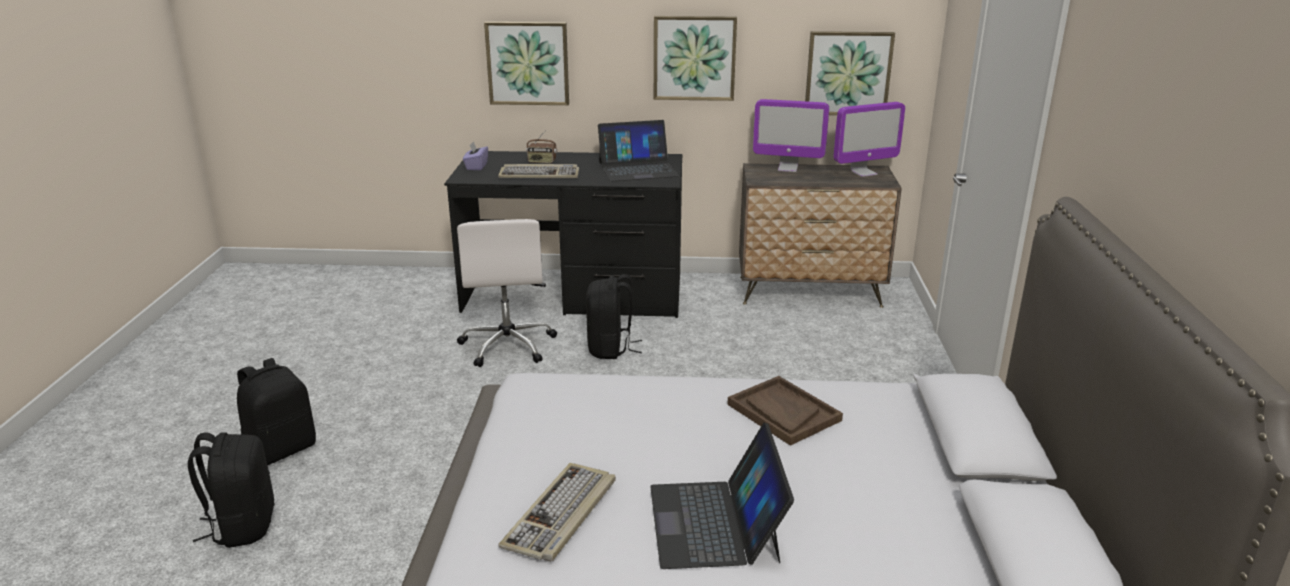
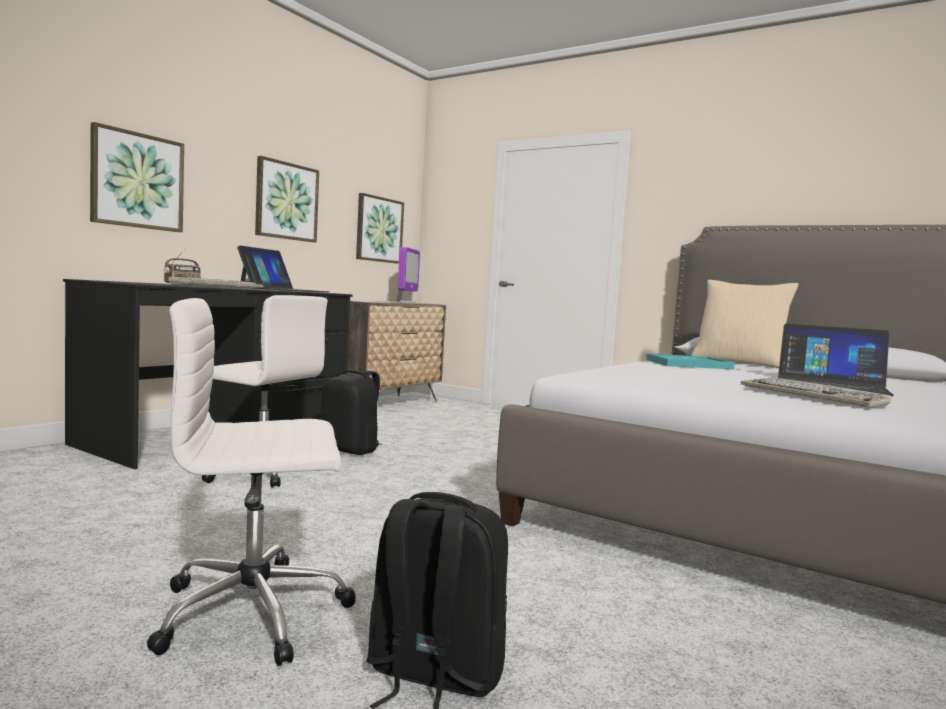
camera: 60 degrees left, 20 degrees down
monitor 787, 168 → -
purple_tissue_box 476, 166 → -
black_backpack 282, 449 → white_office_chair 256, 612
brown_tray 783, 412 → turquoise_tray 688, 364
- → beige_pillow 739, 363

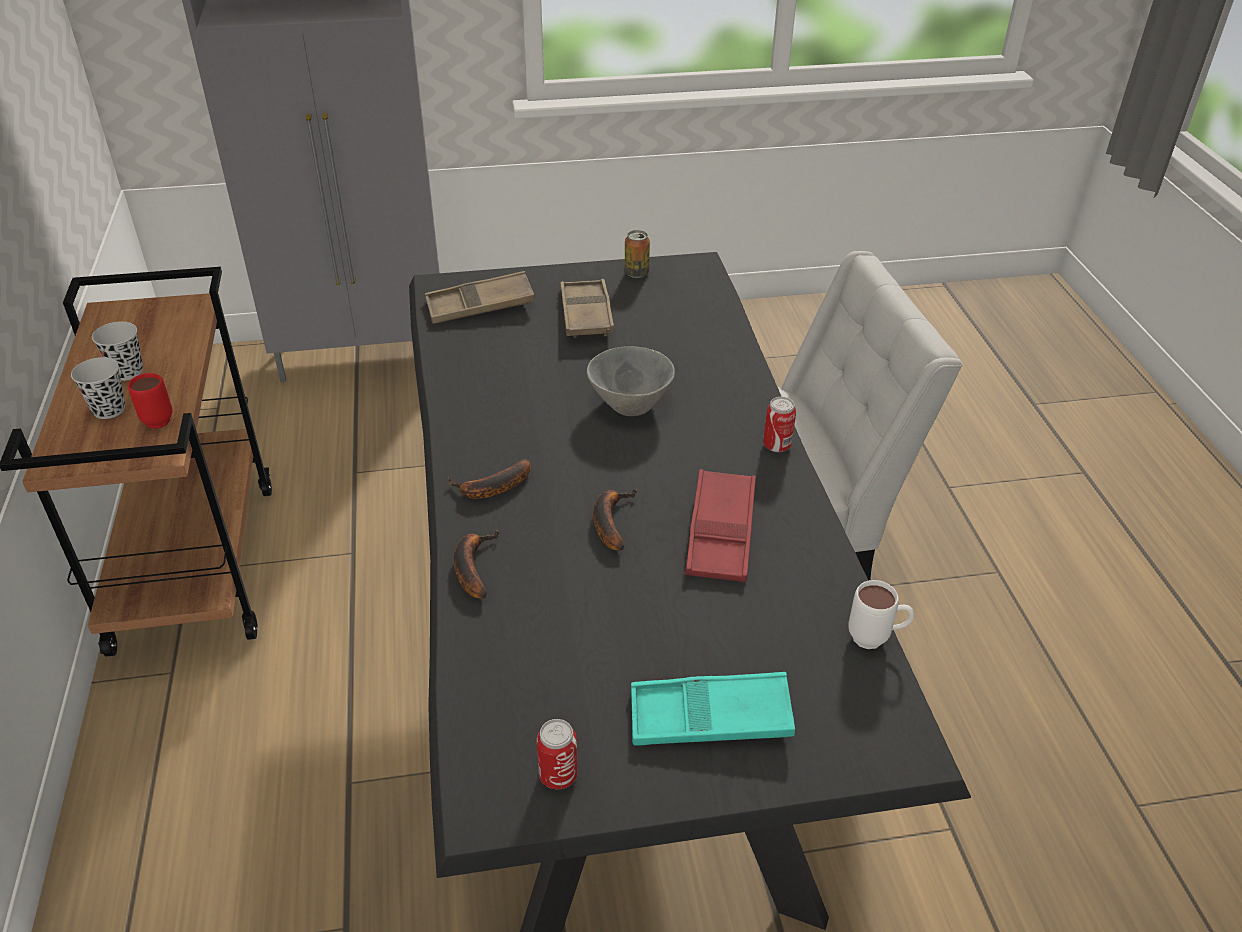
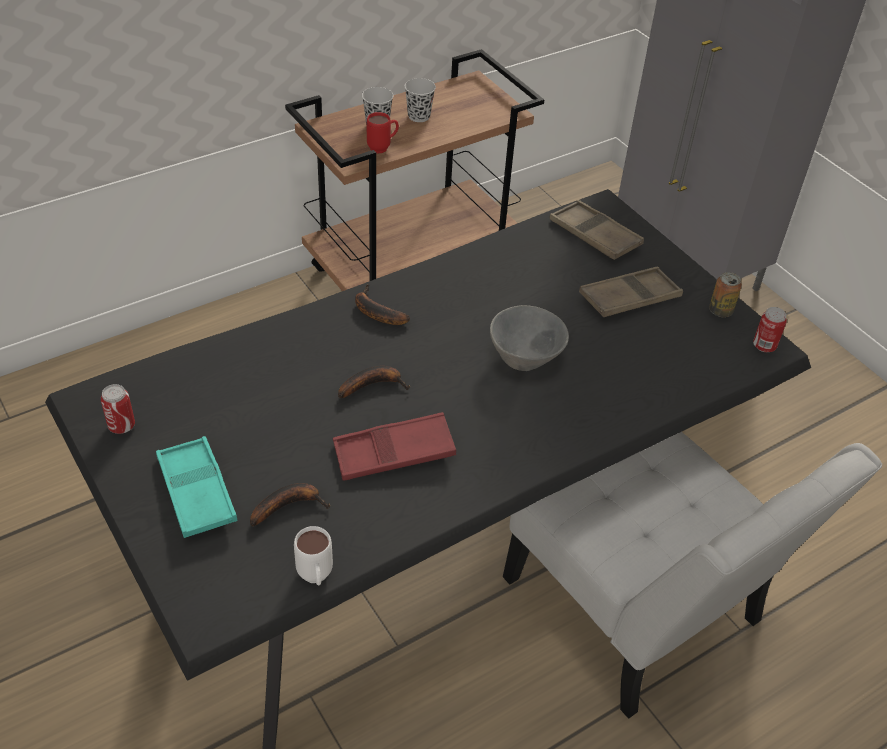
camera: 65 degrees right, 5 degrees up
can 776, 445 → can 764, 346, moved
banana 472, 566 → banana 289, 505, moved

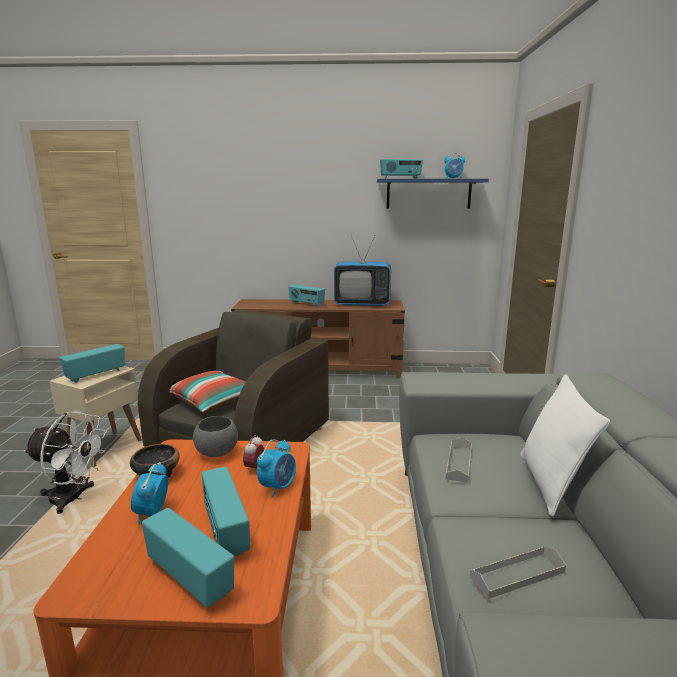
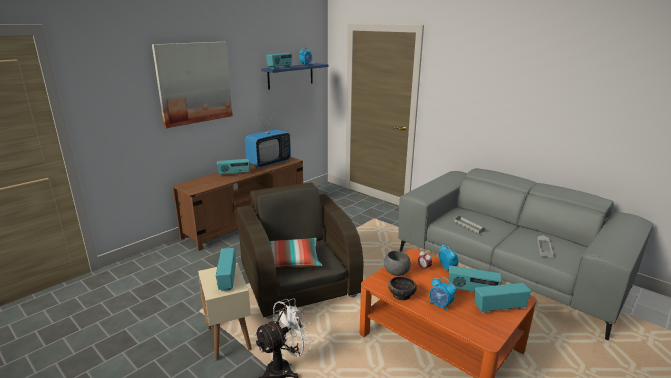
camera: 50 degrees left, 5 degrees up
white_pillow 550, 484 → -
- → picture 194, 83

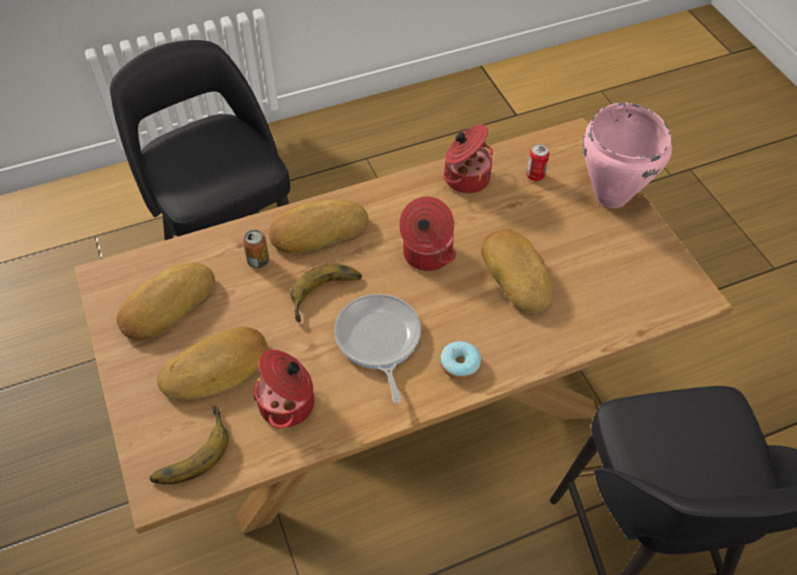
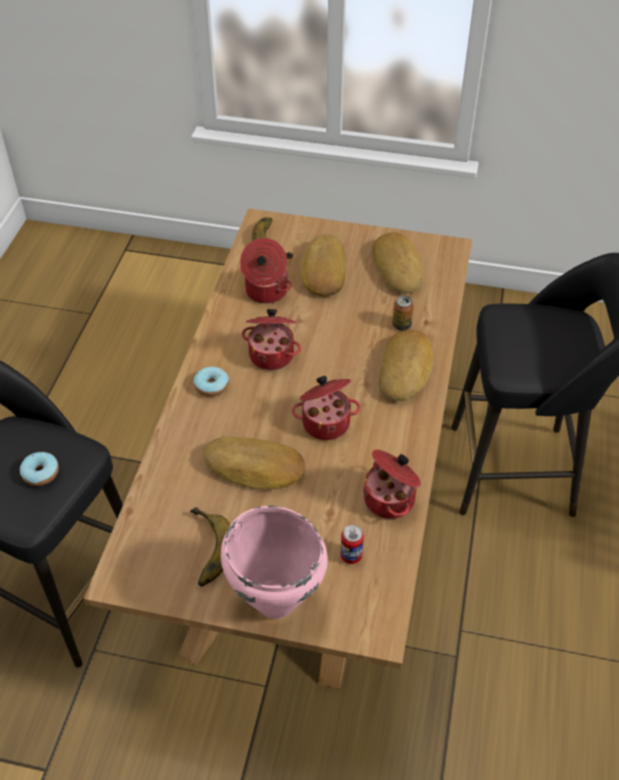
camera: 125 degrees right, 5 degrees down
banana 327, 296 → banana 203, 550, moved
frying_pan 378, 340 → cooking_pot 272, 354
- → donut 41, 473

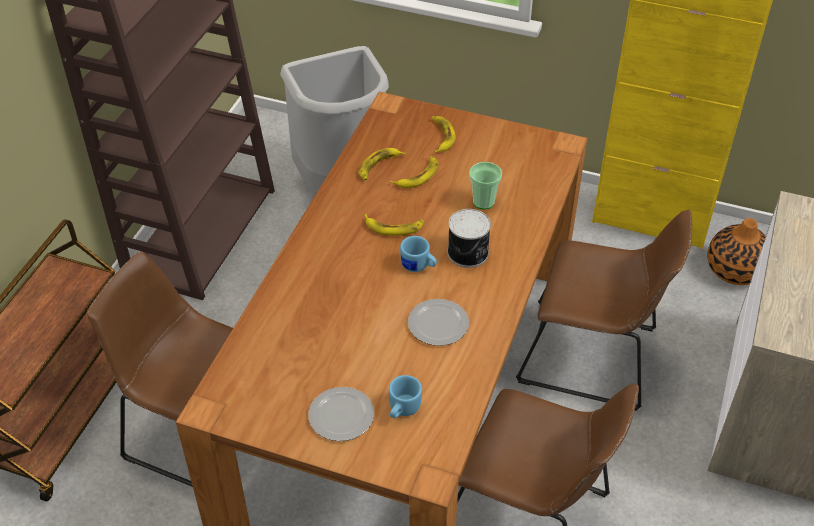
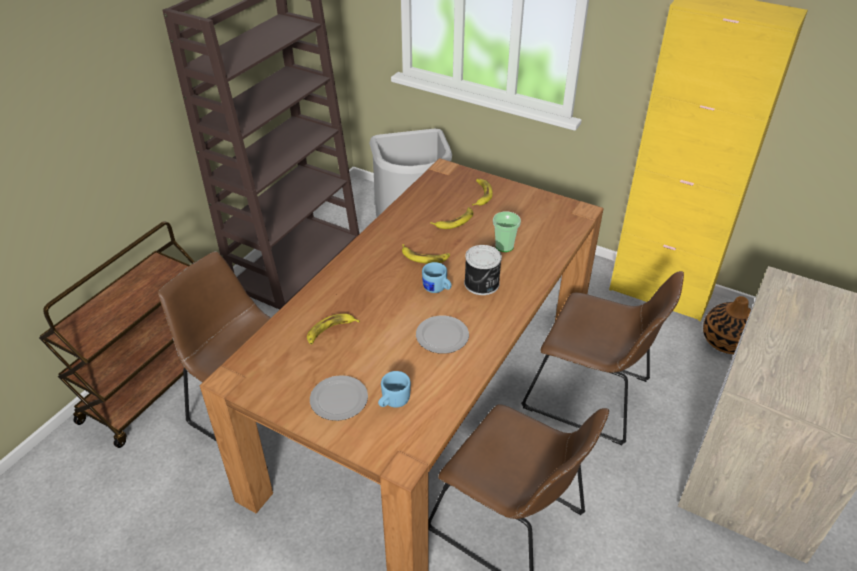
camera: 10 degrees right, 5 degrees down
banana 379, 166 → banana 330, 331, moved

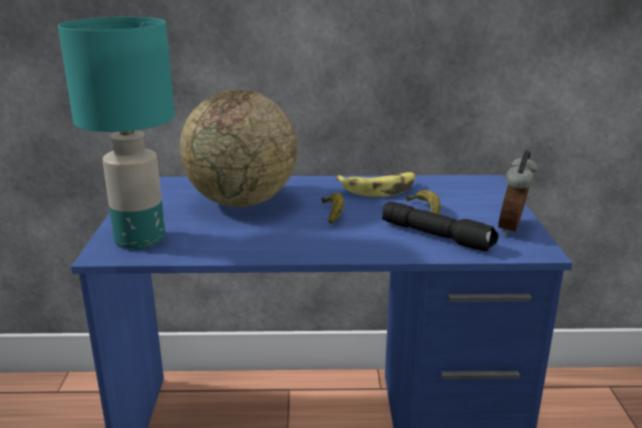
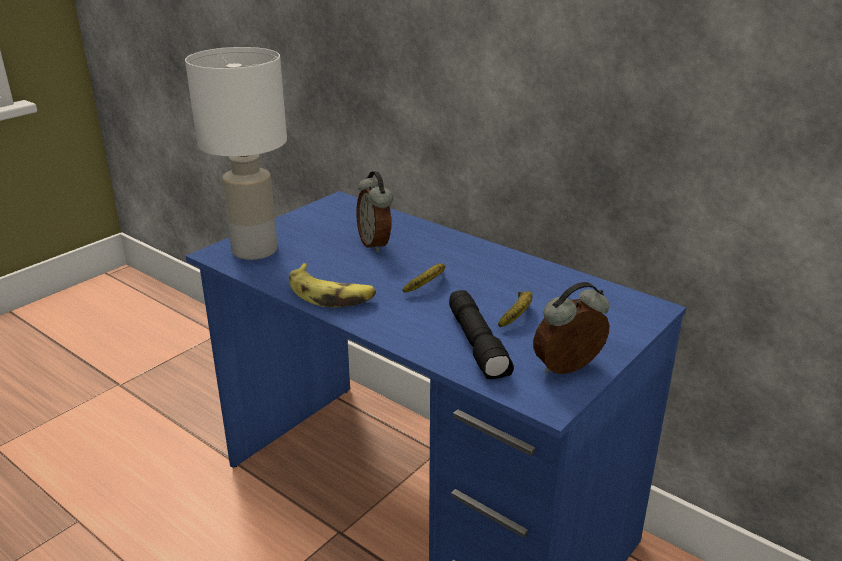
camera: 40 degrees right, 5 degrees up
turquoise_table_lamp 138, 239 → white_table_lamp 253, 250
globe 242, 202 → alarm_clock 376, 244
banana 379, 189 → banana 331, 294, moved

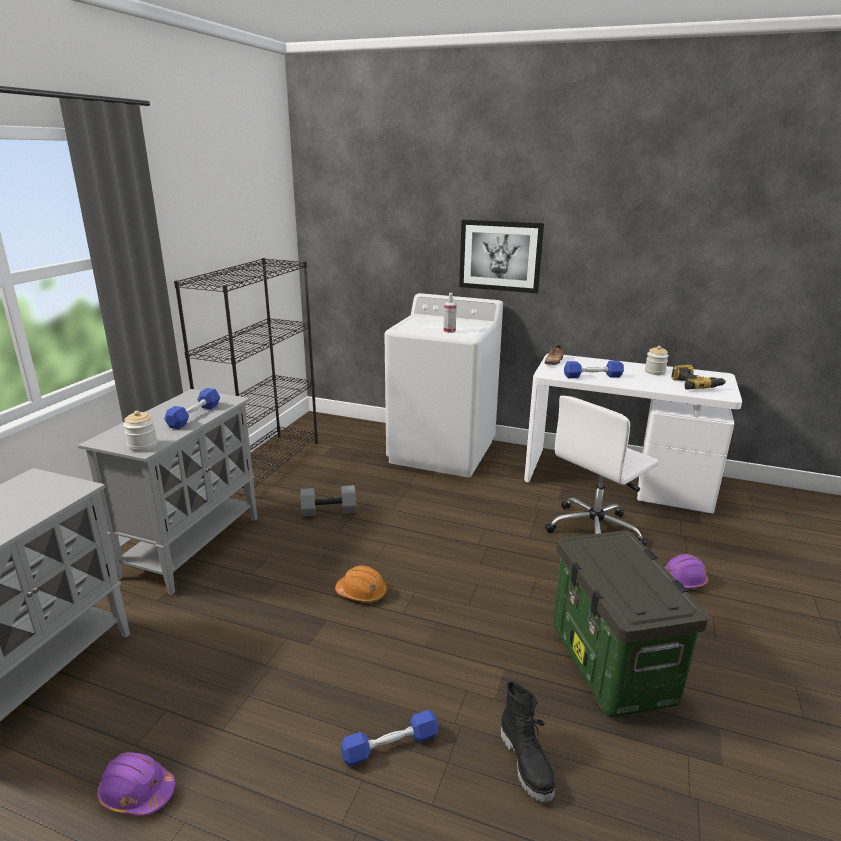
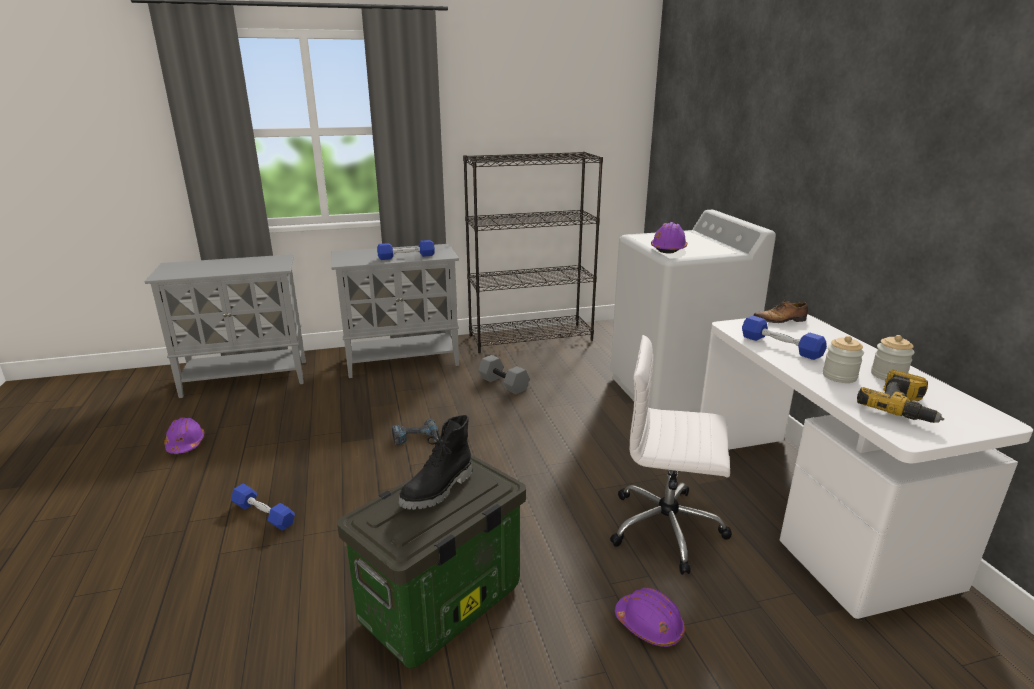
camera: 55 degrees right, 0 degrees up
picture 500, 256 → -
spray_bottle 449, 331 → purple_hard_hat 668, 249
jar 143, 445 → jar 839, 376, moved
orange_hard_hat 362, 593 → power_drill 416, 438
black_boot 527, 763 → black_boot 438, 490, moved

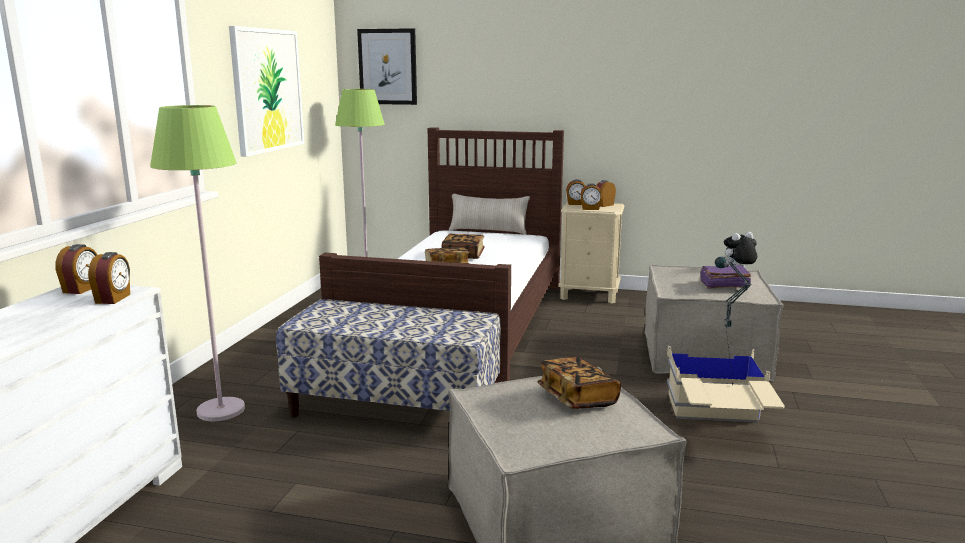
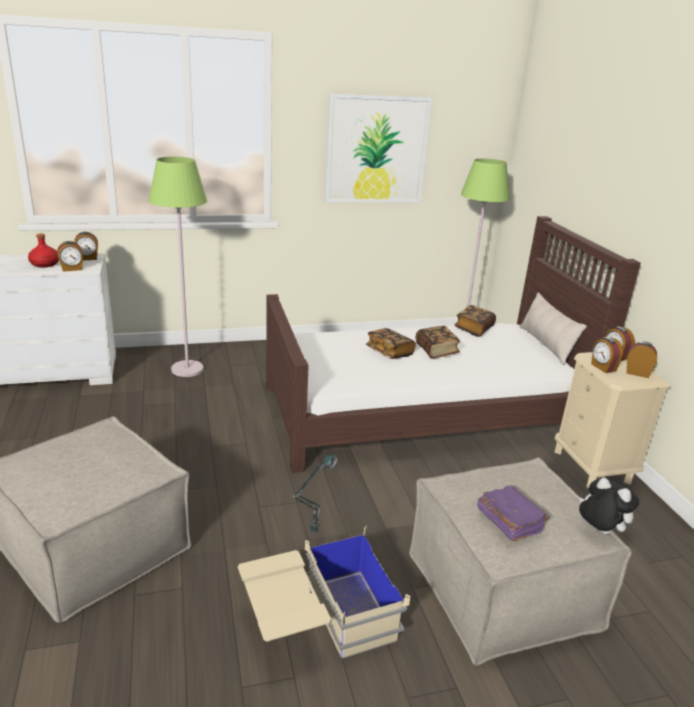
camera: 60 degrees right, 10 degrees up
picture 388, 67 → -
bench 395, 408 → -
book 577, 398 → book 474, 329, moved
- → red_bottle 45, 264

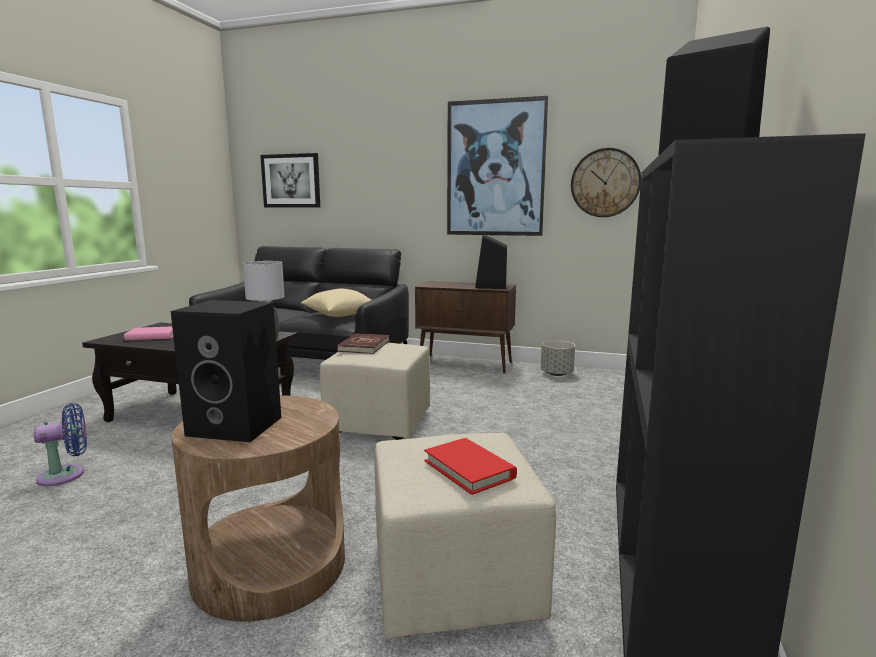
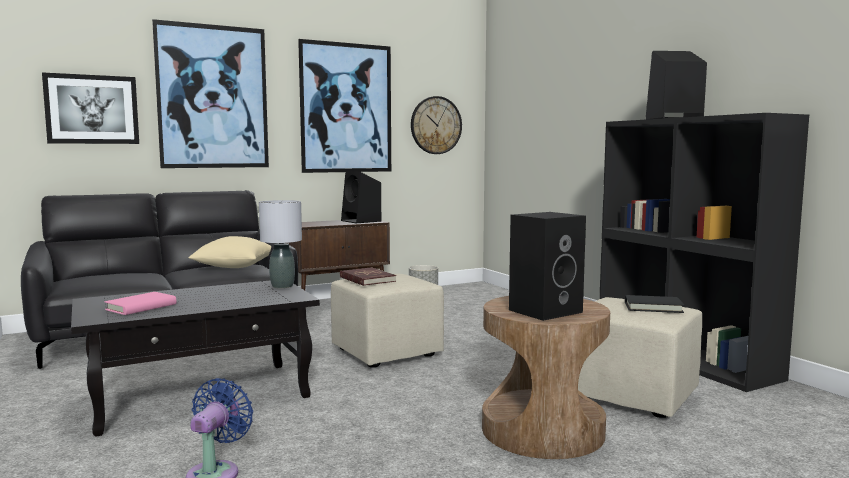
camera: 45 degrees left, 5 degrees down
red_book 469, 469 → black_book 653, 307
- → picture 213, 97

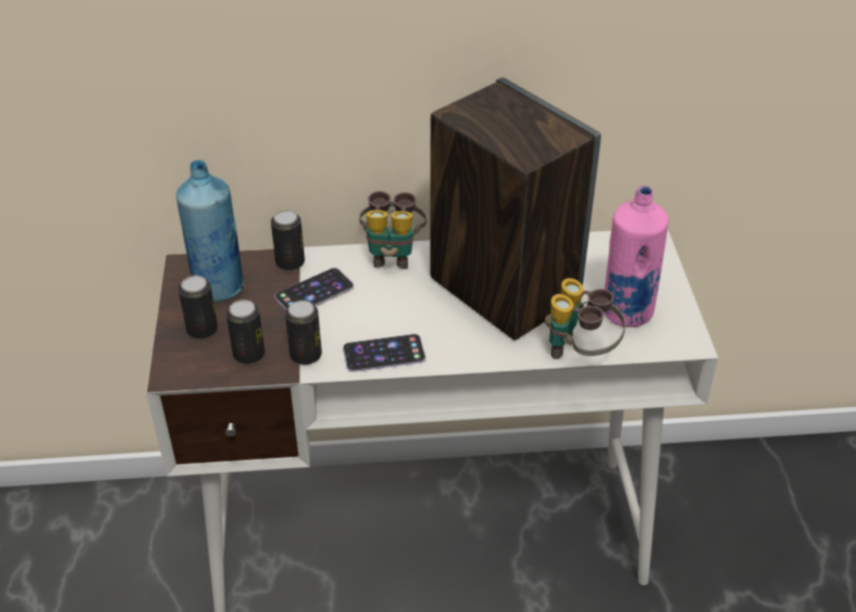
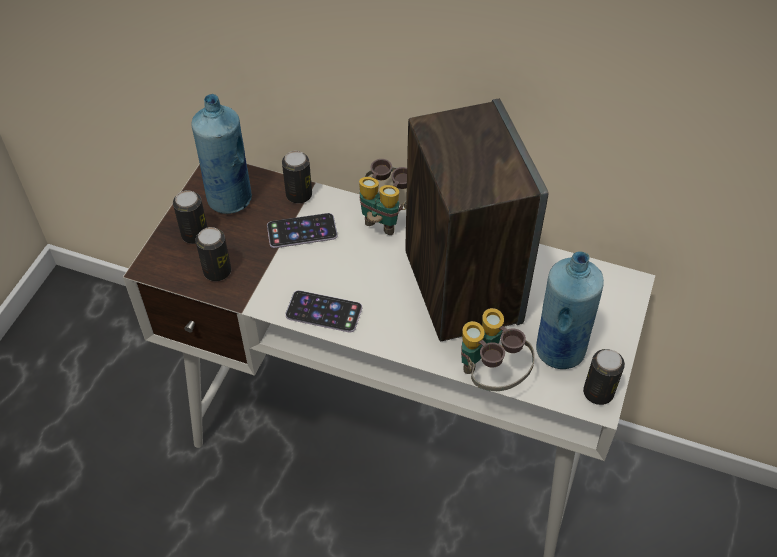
camera: 25 degrees right, 10 degrees up
pink_bottle 626, 312 → blue_bottle 559, 350
can 306, 355 → can 598, 392, moved

